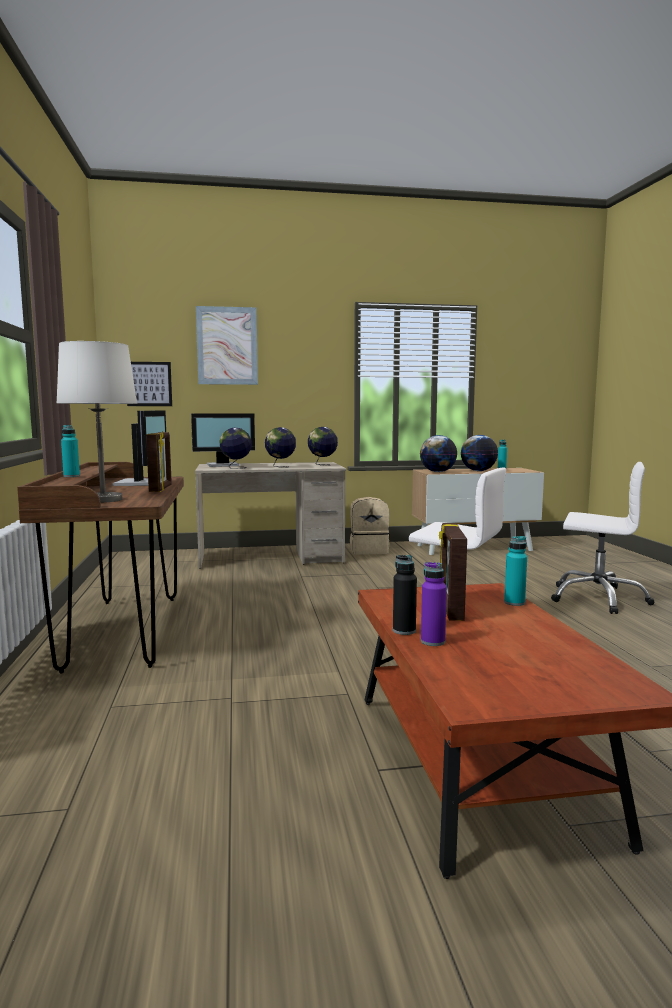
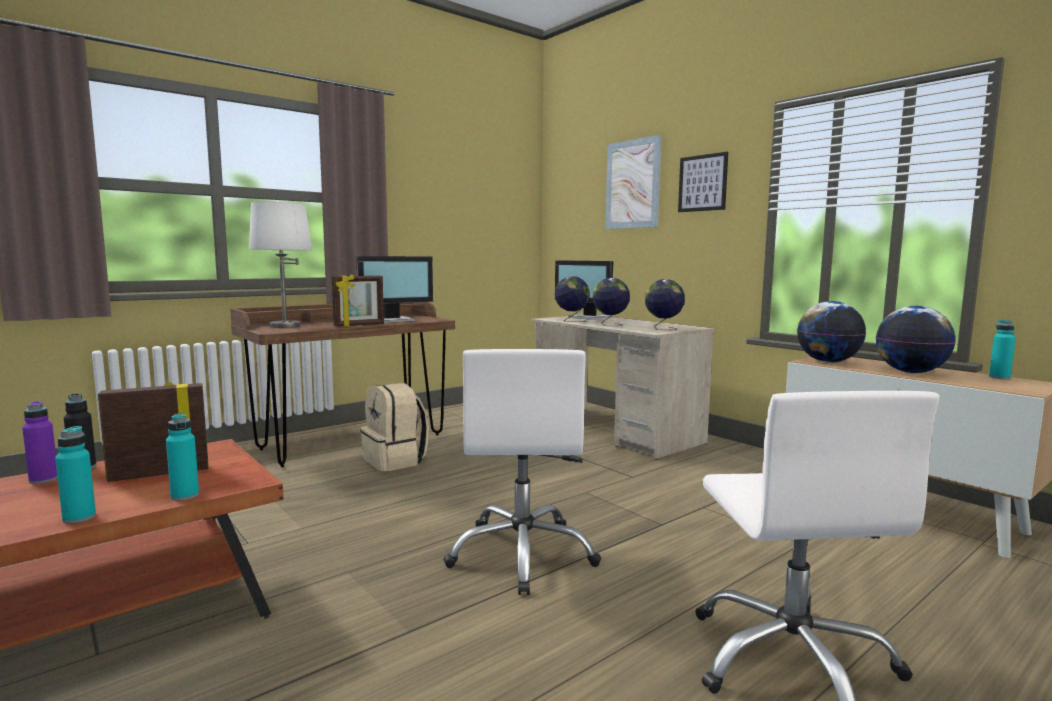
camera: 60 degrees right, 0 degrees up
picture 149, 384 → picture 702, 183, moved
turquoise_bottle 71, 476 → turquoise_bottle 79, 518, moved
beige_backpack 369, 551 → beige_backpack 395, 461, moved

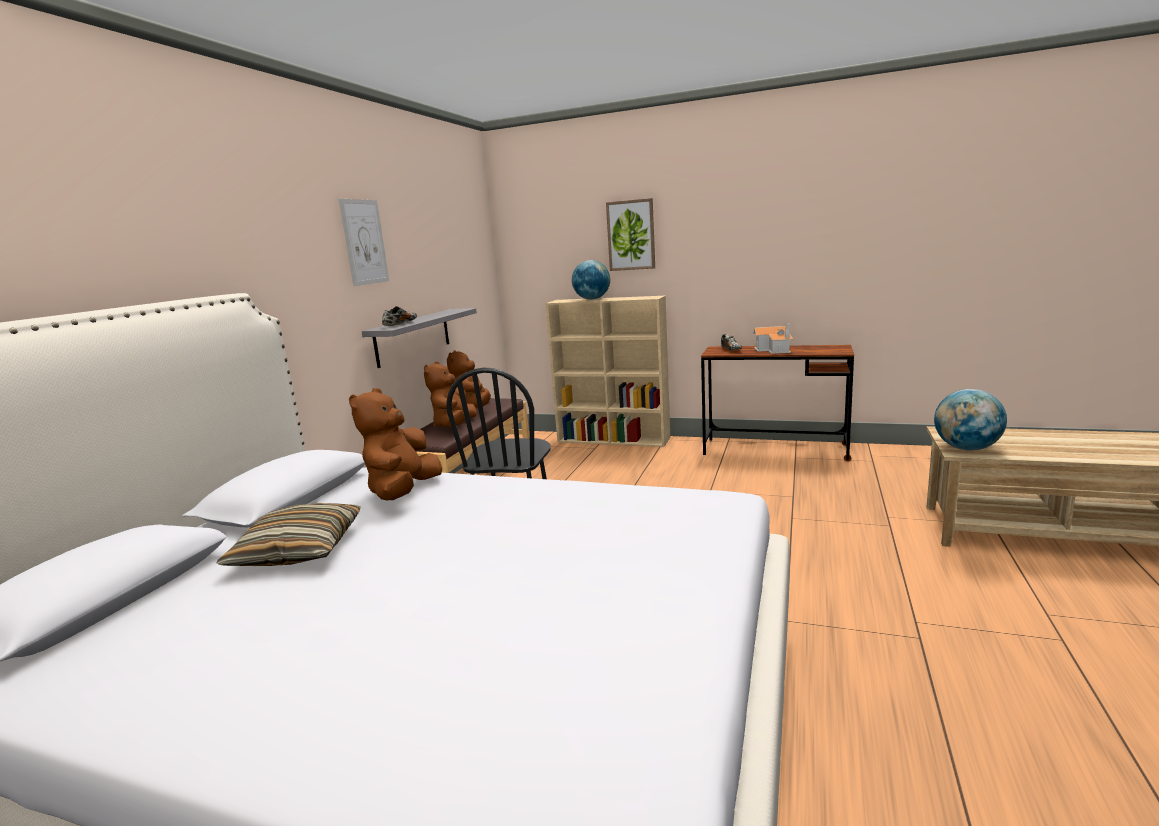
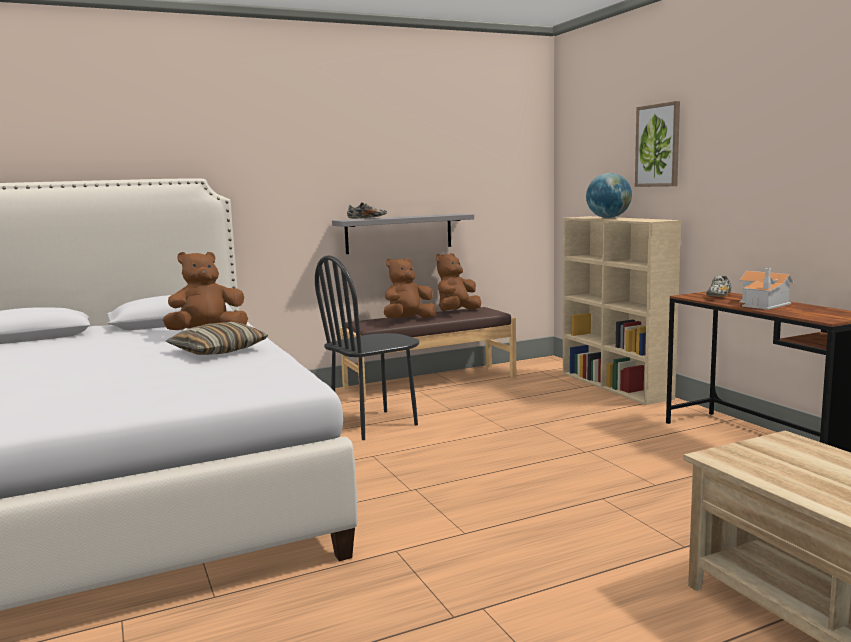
camera: 45 degrees right, 5 degrees down
picture 364, 242 → -
globe 966, 448 → -
pillow 298, 550 → pillow 218, 351, moved

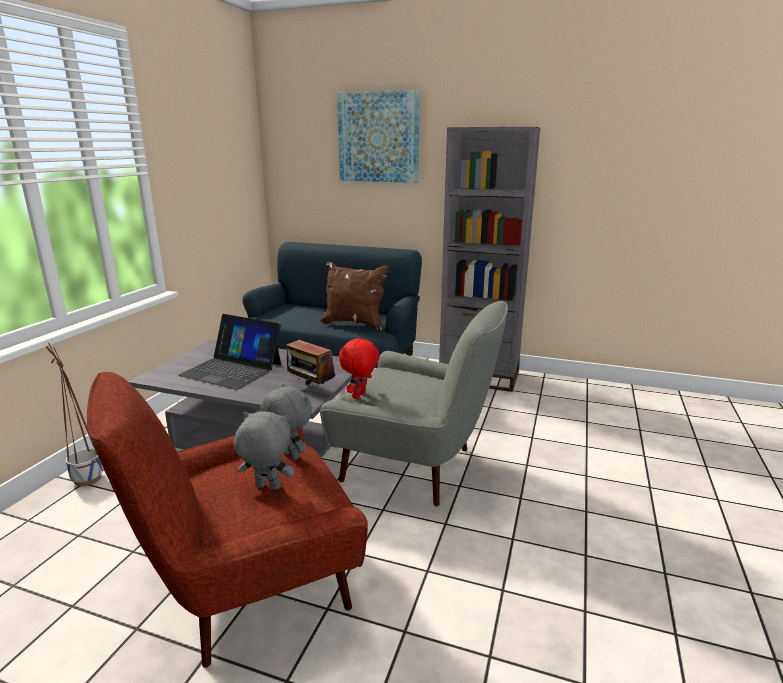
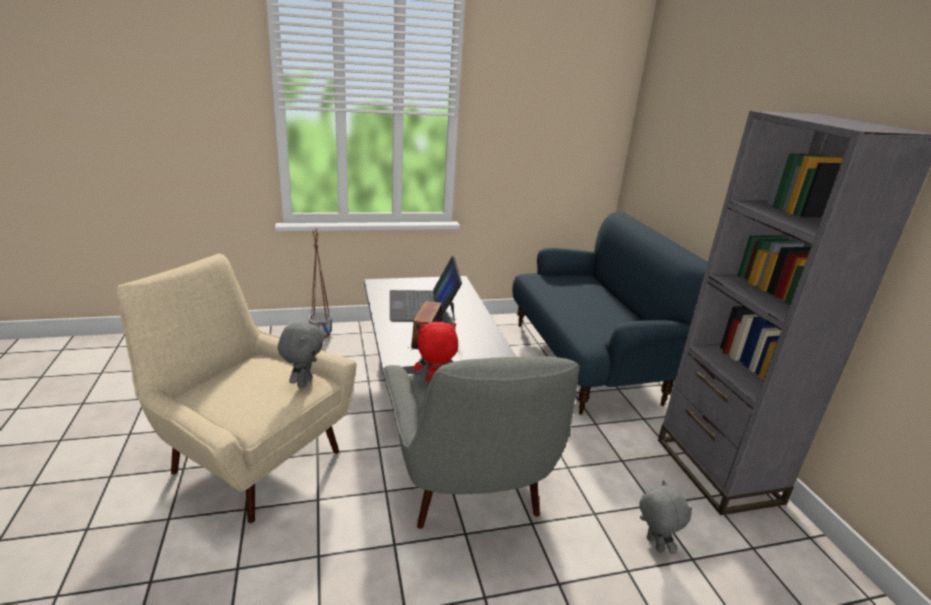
camera: 55 degrees right, 5 degrees up
picture 379, 137 → -
brown_pillow 354, 324 → -
red_armchair 249, 587 → beige_armchair 250, 457
grey_plush_toy 267, 487 → grey_plush_toy 653, 545, moved

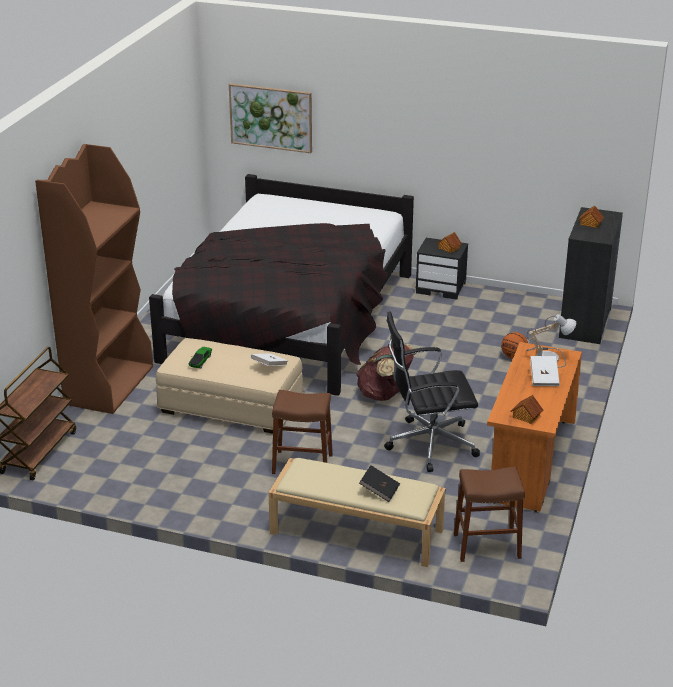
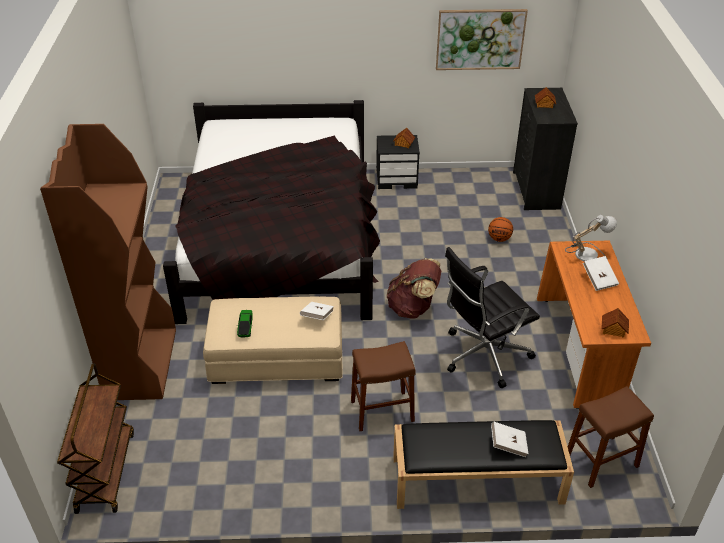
camera: 20 degrees left, 10 degrees up
picture 271, 117 → picture 480, 39, moved
beige_bench 355, 531 → black_bench 476, 480
black_book 379, 491 → white_book 508, 445

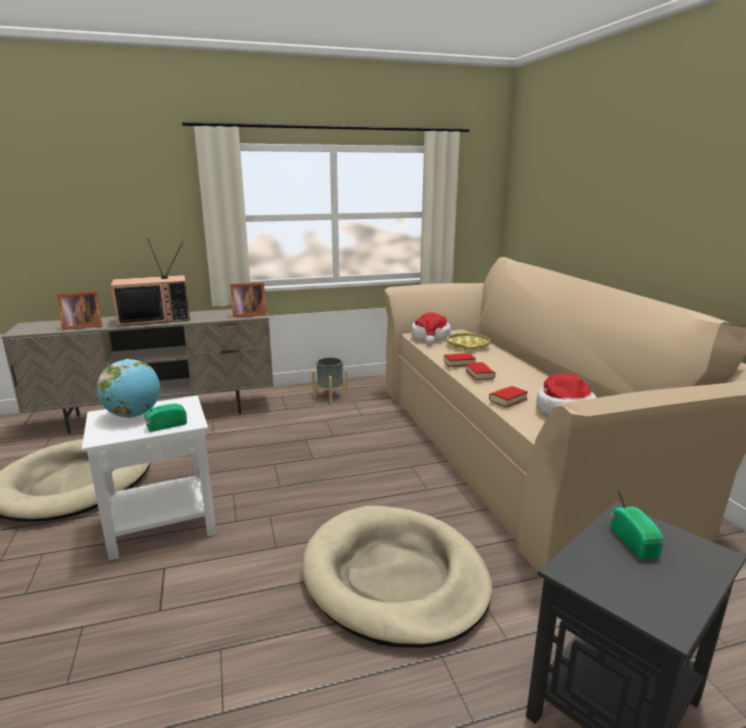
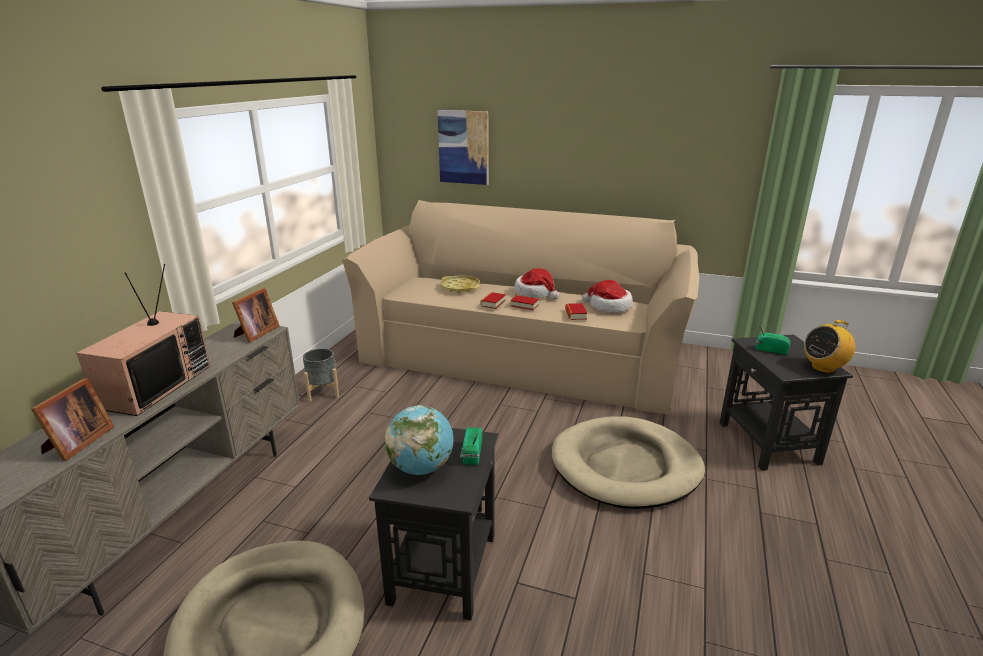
camera: 55 degrees left, 5 degrees up
hat 430, 337 → hat 535, 293, moved
white_side_table 160, 525 → black_side_table 442, 569
- → picture 463, 147
- → radio 823, 368

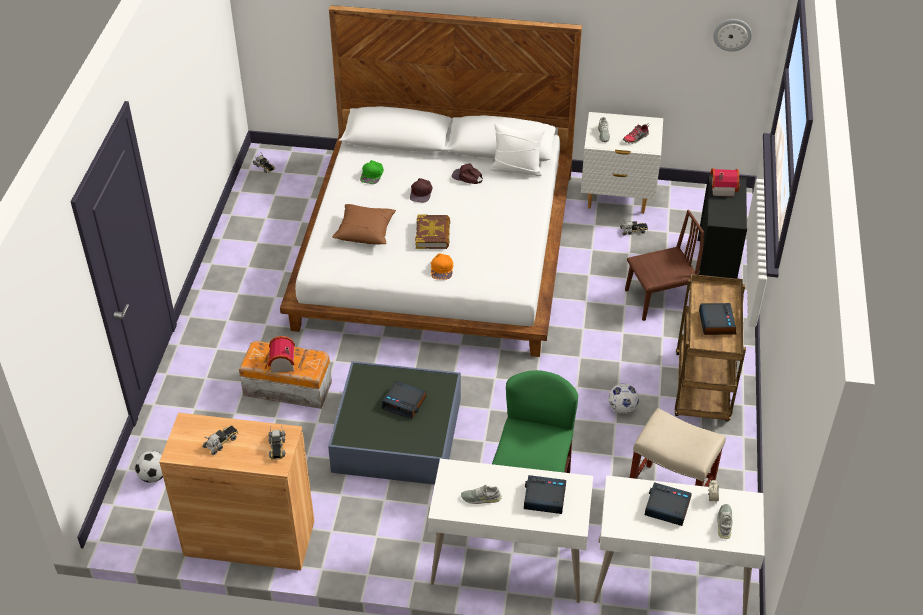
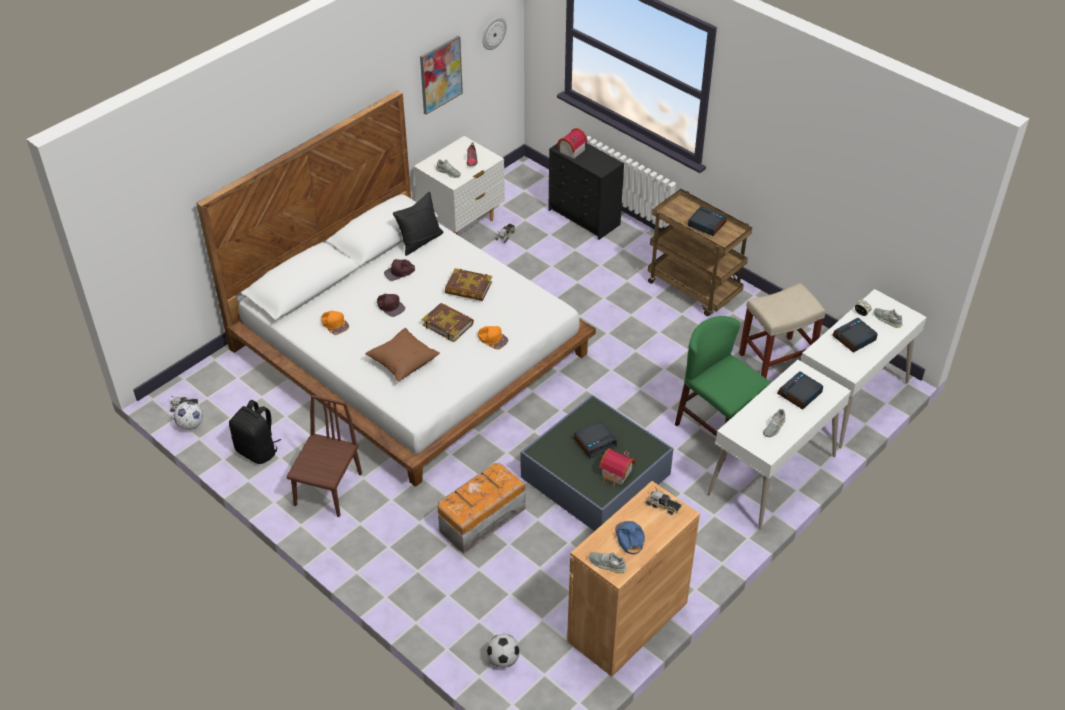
camera: 55 degrees left, 0 degrees up
white_pillow 516, 169 → black_pillow 420, 241
green_cap 372, 174 → orange_cap 334, 323
brown_chair 659, 299 → brown_chair 328, 489, moved
toy_house 280, 364 → toy_house 616, 475, moved
football 622, 408 → football 191, 425, moved
toy_truck 221, 442 → blue_cap 629, 538
- → picture 440, 74
- → book 468, 288
- → black_backpack 258, 451
- → grey_shoe 607, 564

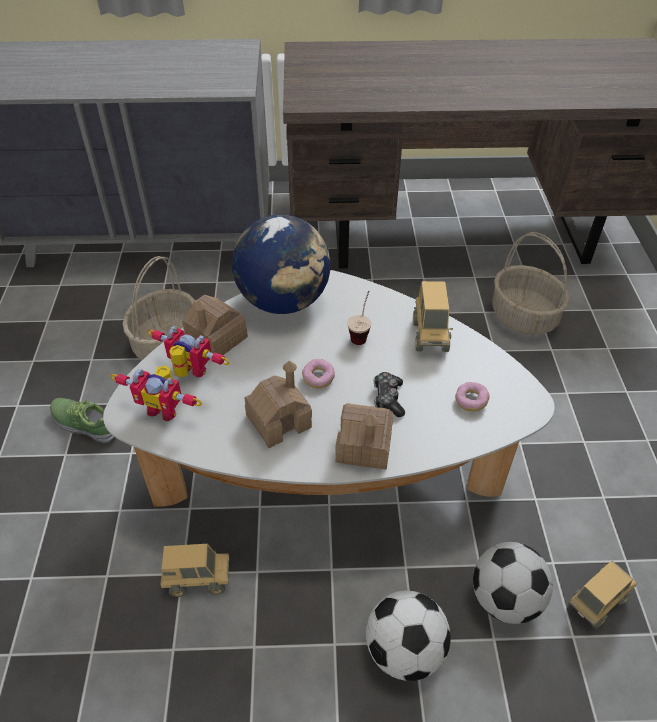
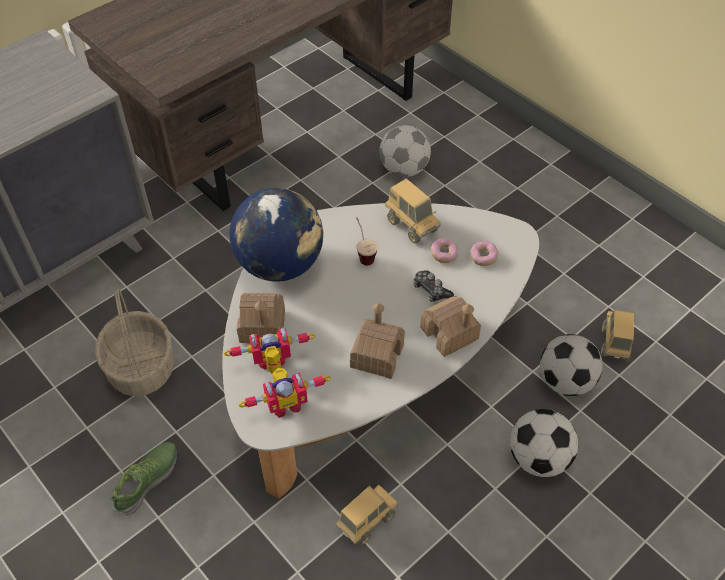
camera: 40 degrees left, 5 degrees up
basket 524, 317 → football 404, 169
donut 318, 378 → donut 443, 254, moved
shoe 86, 424 → shoe 147, 481, 135 degrees clockwise

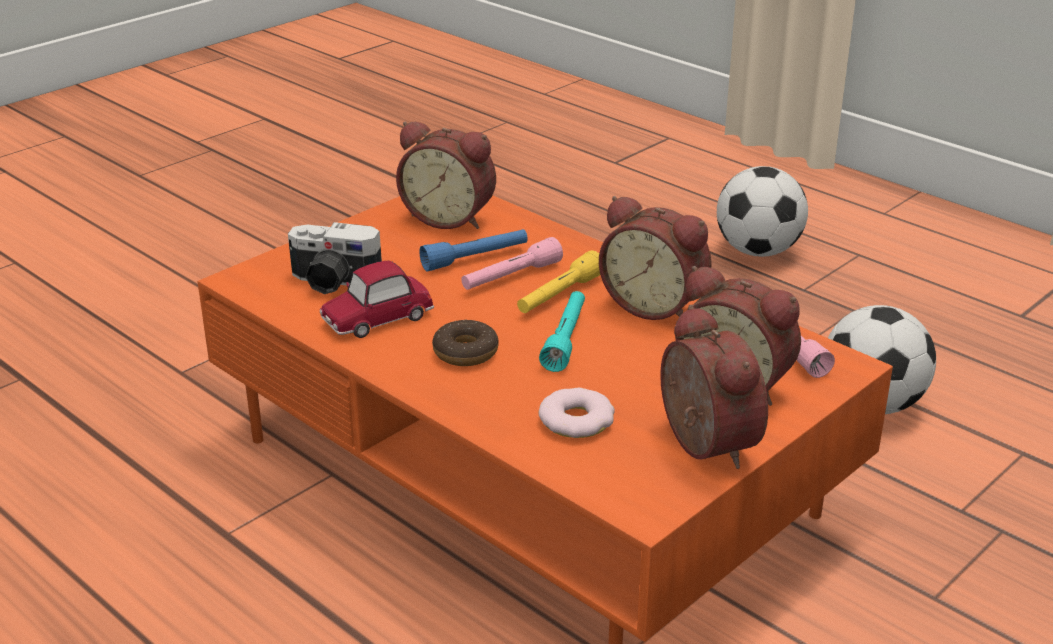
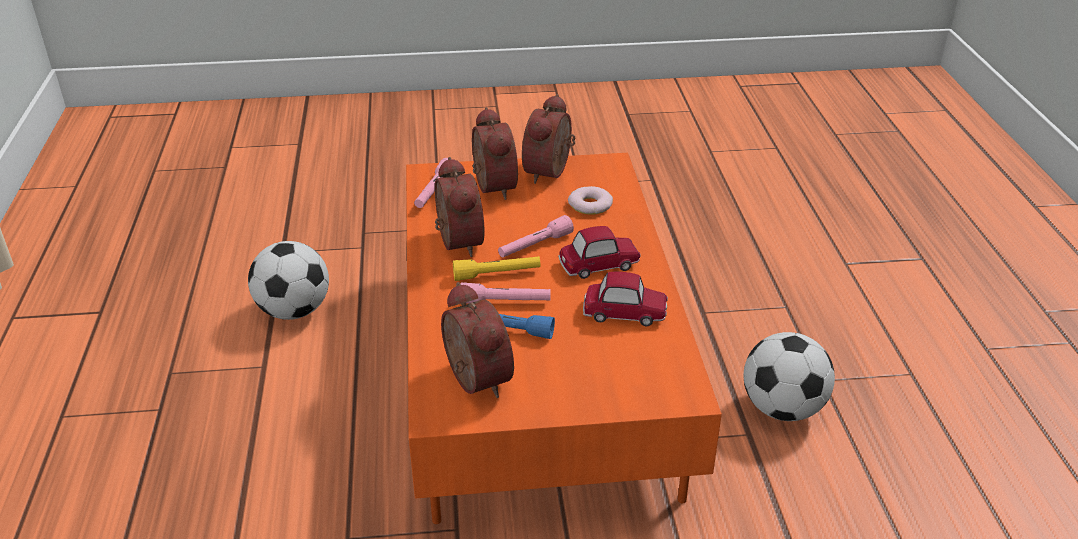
camera: 140 degrees left, 5 degrees up
football 758, 251 → football 782, 408, moved
photo_camera 333, 282 → -
turquoise_flashlight 565, 339 → pink_flashlight 535, 246
donut 465, 352 → toy_car 599, 264

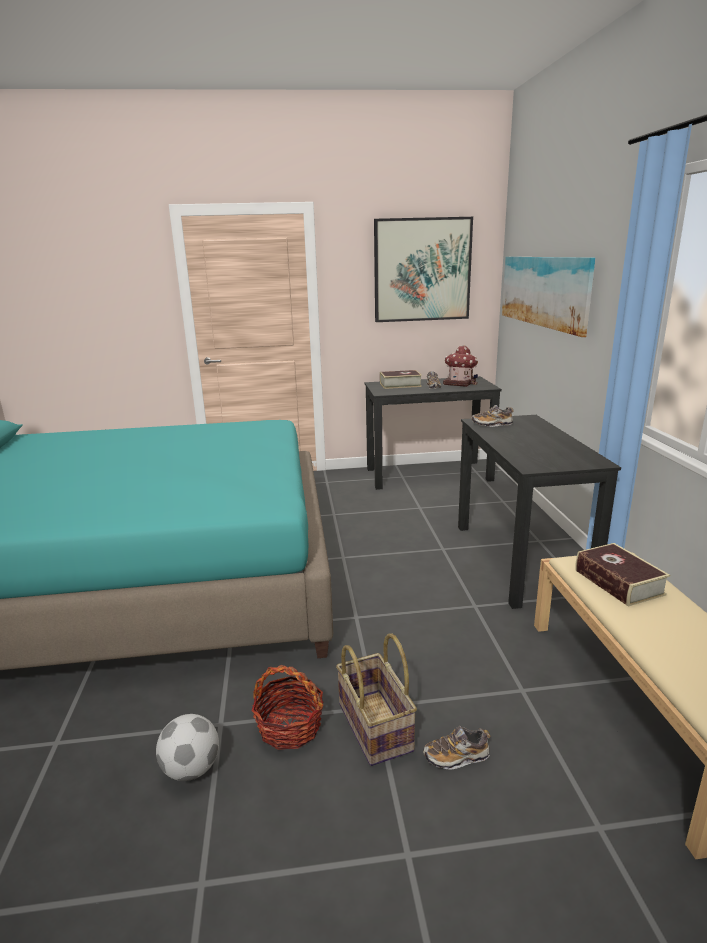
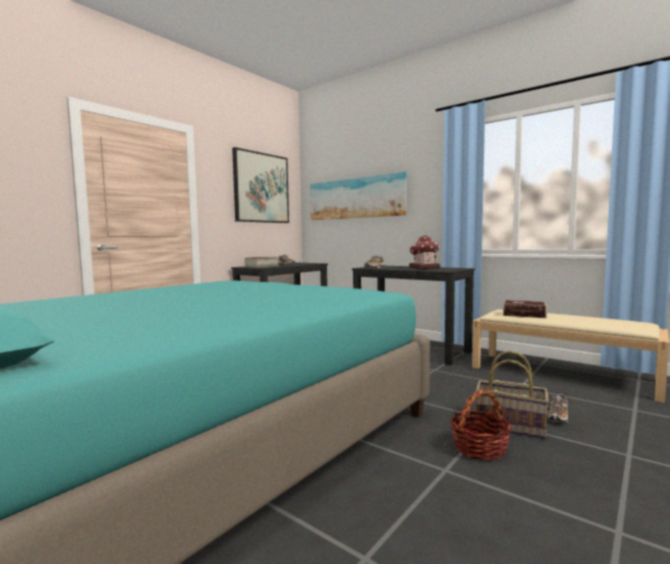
camera: 45 degrees left, 15 degrees down
toy_house 460, 383 → toy_house 424, 267, moved
football 192, 769 → -

